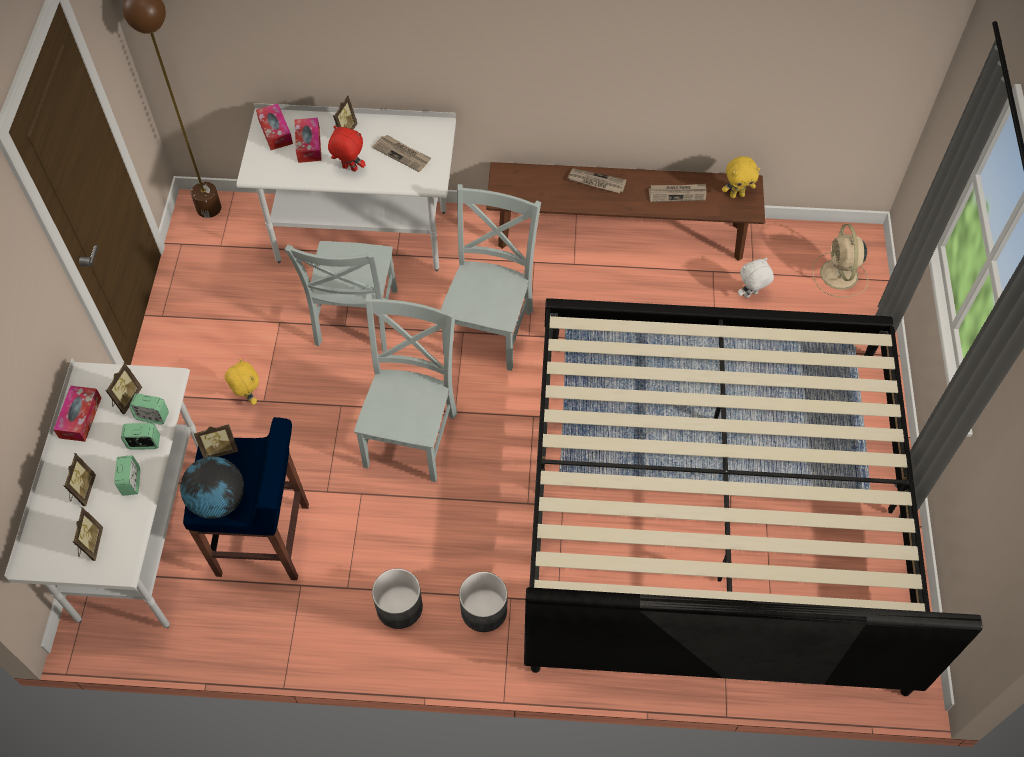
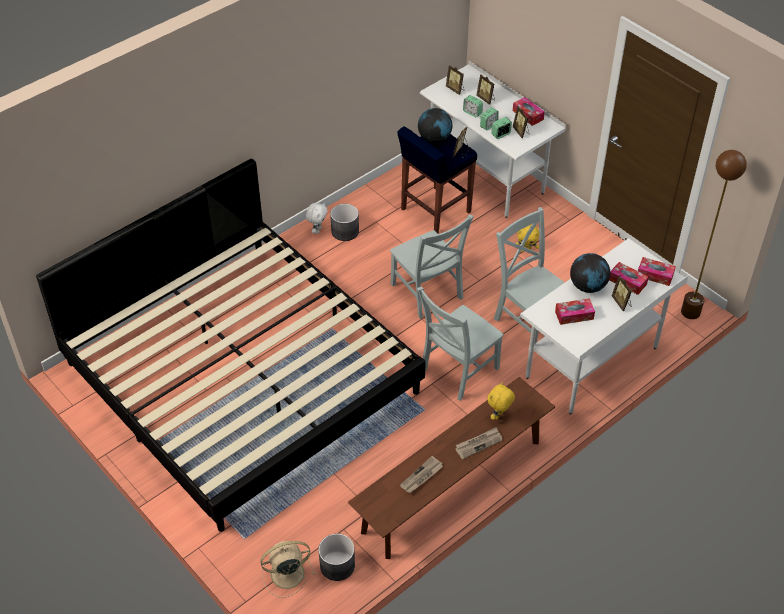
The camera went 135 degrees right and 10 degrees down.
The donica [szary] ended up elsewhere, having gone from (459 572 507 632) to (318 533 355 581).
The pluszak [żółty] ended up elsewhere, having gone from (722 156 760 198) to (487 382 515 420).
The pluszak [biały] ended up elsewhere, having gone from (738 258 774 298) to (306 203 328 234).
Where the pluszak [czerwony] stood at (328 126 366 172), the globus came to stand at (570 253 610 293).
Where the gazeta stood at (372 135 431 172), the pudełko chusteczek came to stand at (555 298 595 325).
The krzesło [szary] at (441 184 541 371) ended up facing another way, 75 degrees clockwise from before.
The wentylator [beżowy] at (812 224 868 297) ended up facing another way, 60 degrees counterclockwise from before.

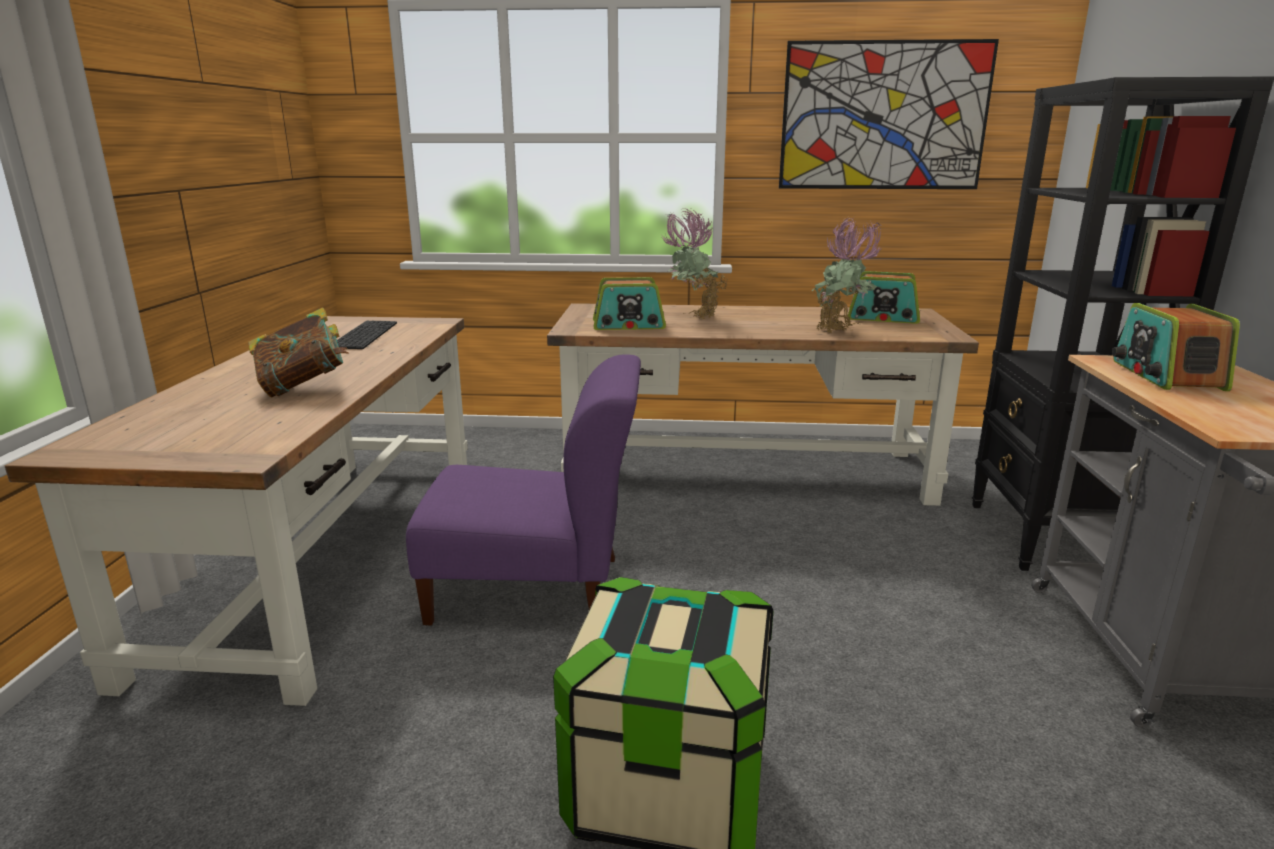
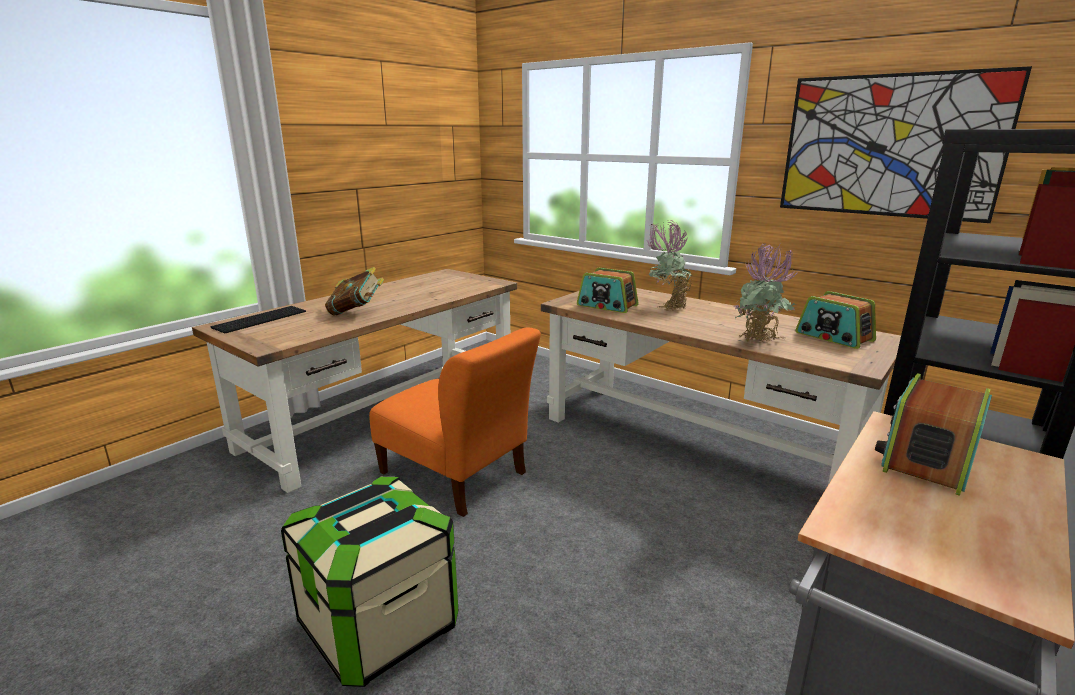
The camera went 35 degrees right and 0 degrees up.
The klawiatura ended up elsewhere, having gone from (337 321 397 349) to (211 306 306 333).
What was the krzesło [fioletowy] at (406 354 641 626) turned into the krzesło [pomarańczowy] at (369 328 541 517).

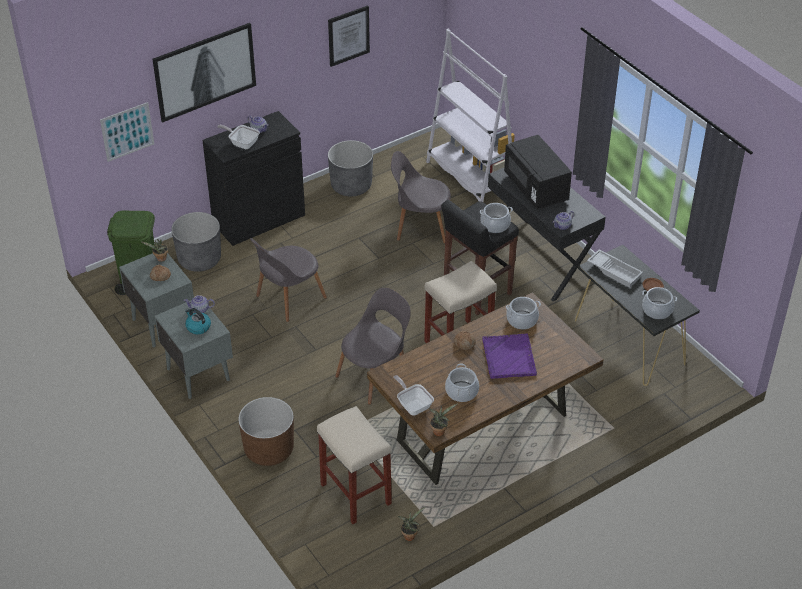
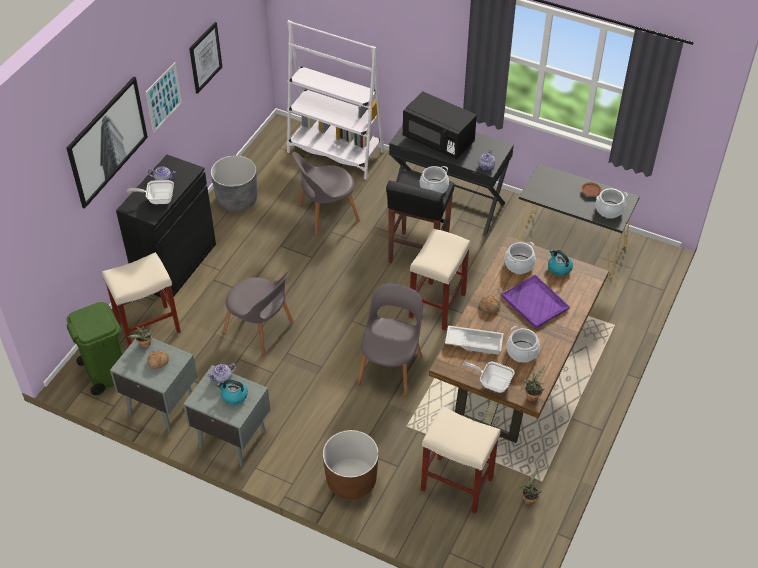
The camera went 30 degrees left and 5 degrees up.
The second view gained the czajnik at (548 249 573 276).
The obraz ended up elsewhere, having gone from (100 102 154 162) to (145 62 182 133).
The taca [biały] ended up elsewhere, having gone from (587 249 643 288) to (445 325 503 355).
Where the donica [szary] stood at (171 212 221 272), the stołek [beżowy] came to stand at (102 252 181 347).
The krzesło [szary] at (250 238 327 322) ended up facing another way, 75 degrees counterclockwise from before.

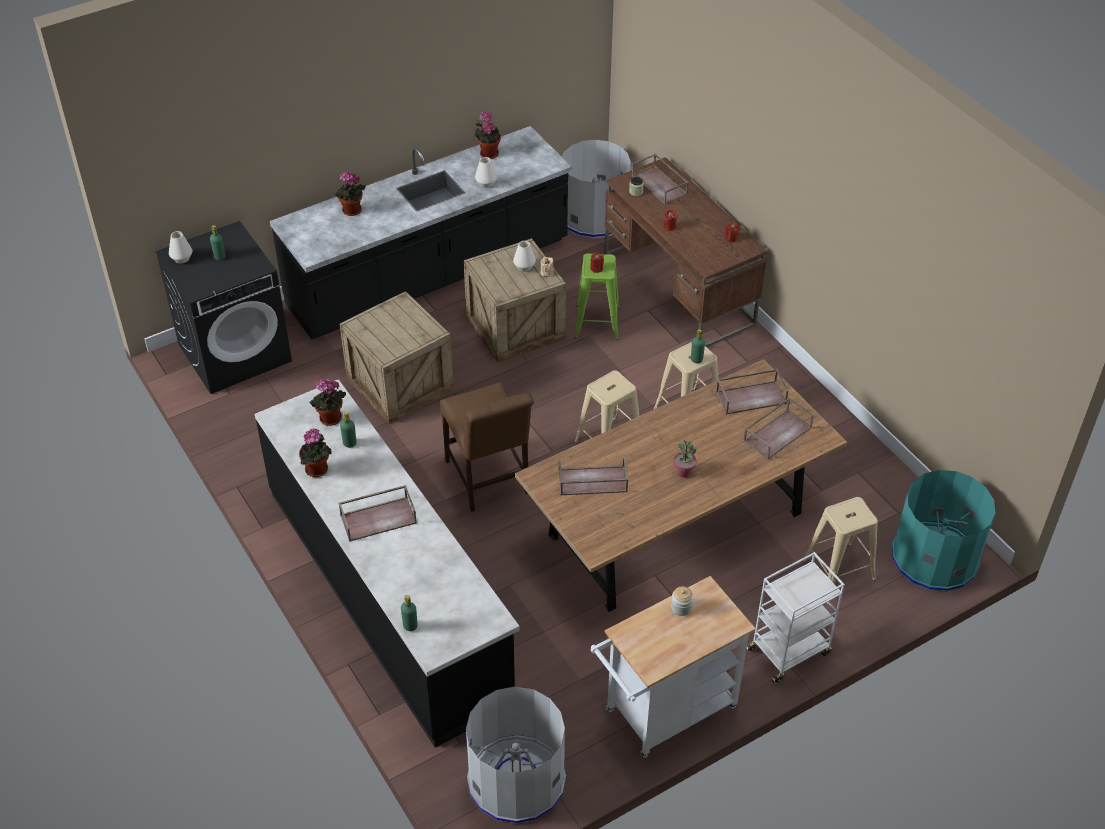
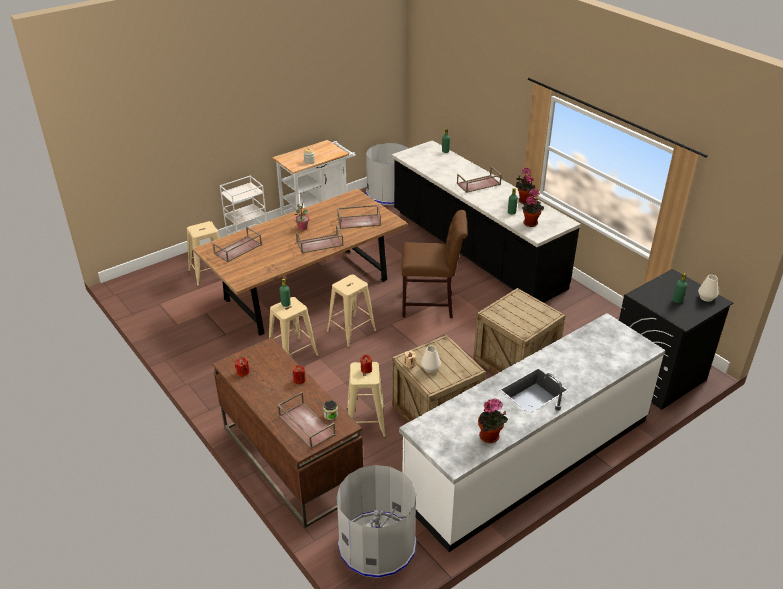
The camera went 175 degrees right and 10 degrees down.
The second view lost the roślina doniczkowa at (333 171 366 216).
The second view lost the wazon [biały] at (475 157 497 188).
The second view lost the kosz na śmieci [turkusowy] at (892 470 996 591).
The taca [brązowy] ended up elsewhere, having gone from (716 369 788 414) to (296 225 344 253).
What was the zabudowa kuchenna [czarny] at (270 126 572 339) turned into the zabudowa kuchenna [biały] at (399 313 665 552).
What was the stołek [zielony] at (574 253 620 340) turned into the stołek [beżowy] at (347 362 386 437).
The krzesło [brązowy] at (440 382 534 512) ended up facing another way, 120 degrees clockwise from before.

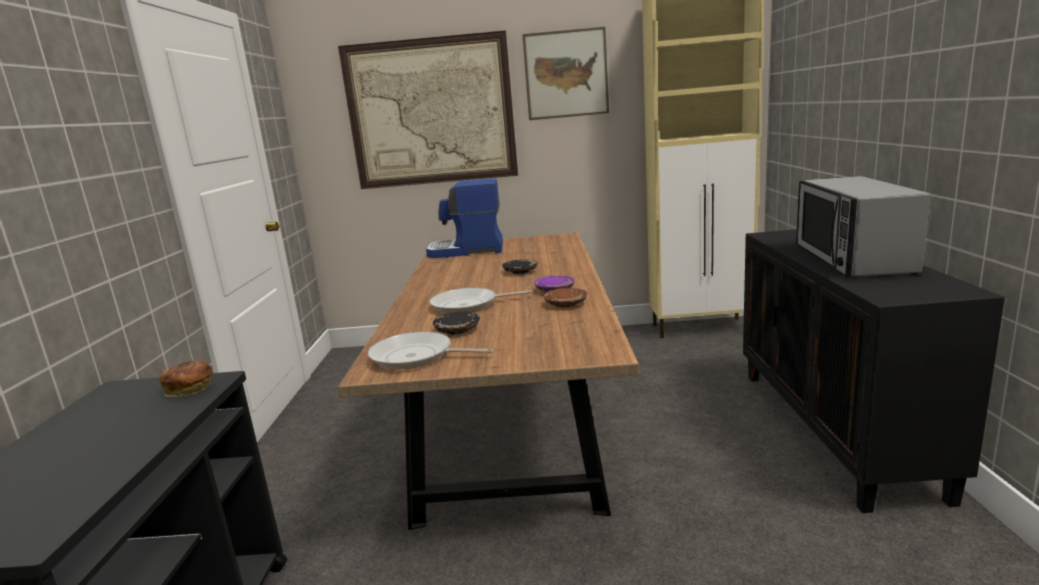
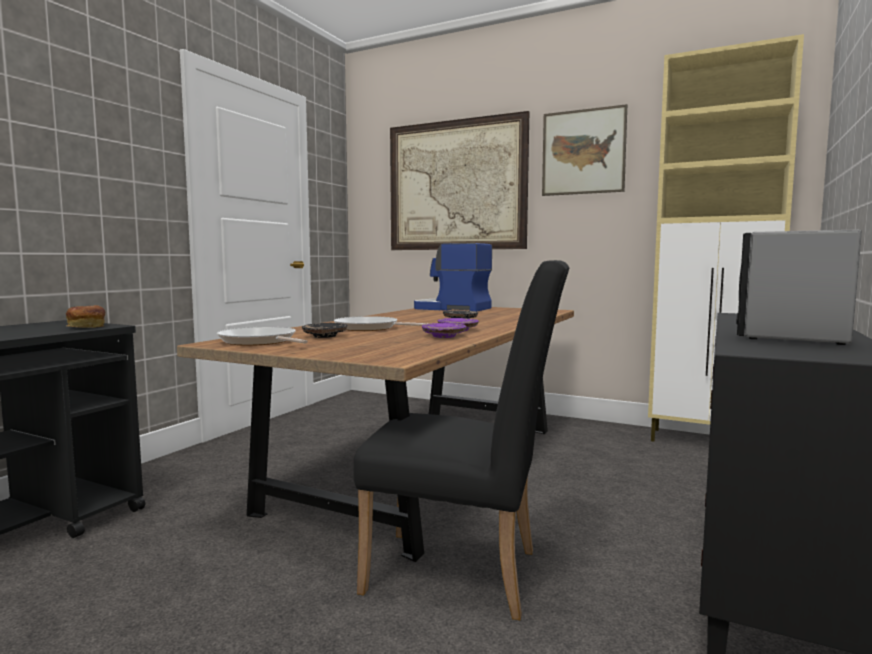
The camera went 25 degrees right and 10 degrees down.
The second view gained the krzesło [czarny] at (353 260 570 620).
What was the talerz [brązowy] at (544 288 587 308) turned into the talerz [fioletowy] at (422 323 467 338).

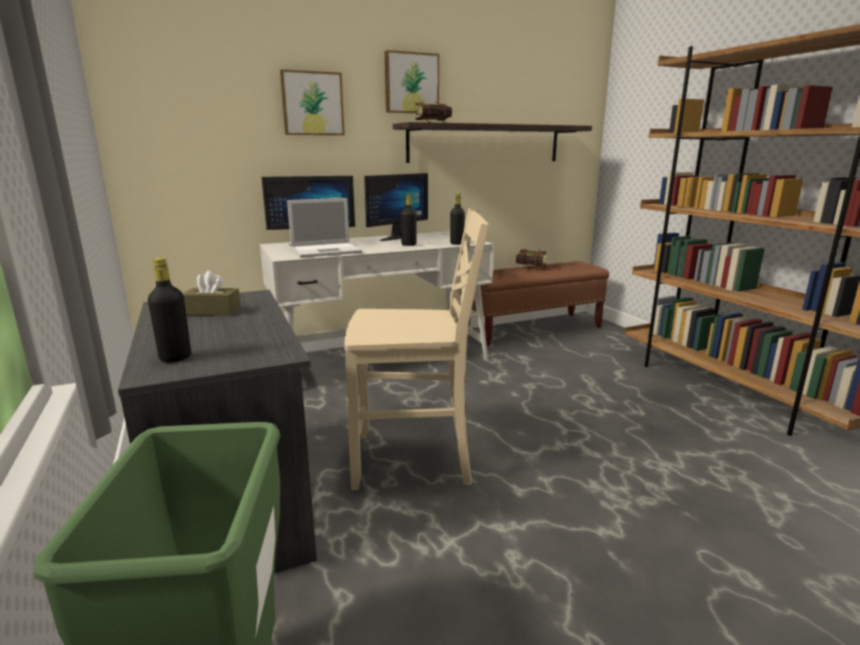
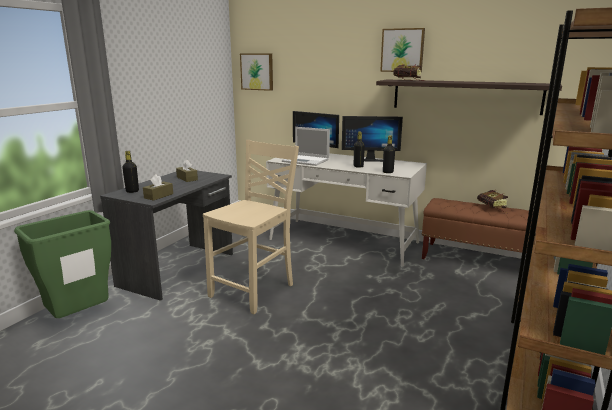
The camera went 50 degrees right and 0 degrees up.
The second view gained the pudełko chusteczek [brązowy] at (143 174 173 201).
The obraz ended up elsewhere, having gone from (280 69 345 135) to (240 53 273 91).
The krzesło [beżowy] at (345 208 489 490) ended up facing another way, 105 degrees counterclockwise from before.

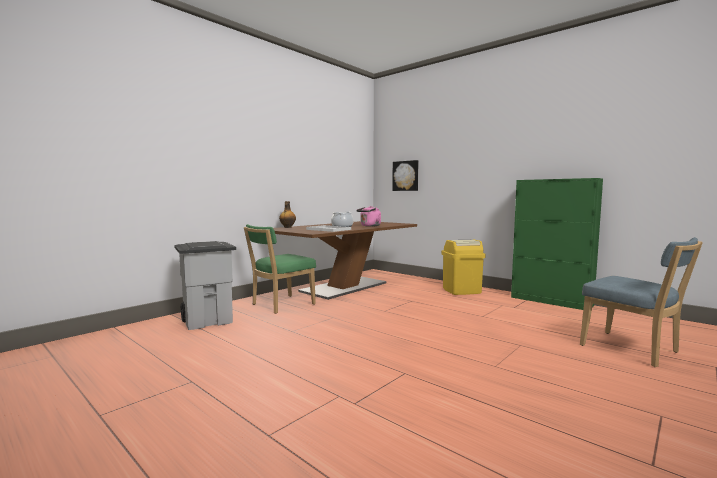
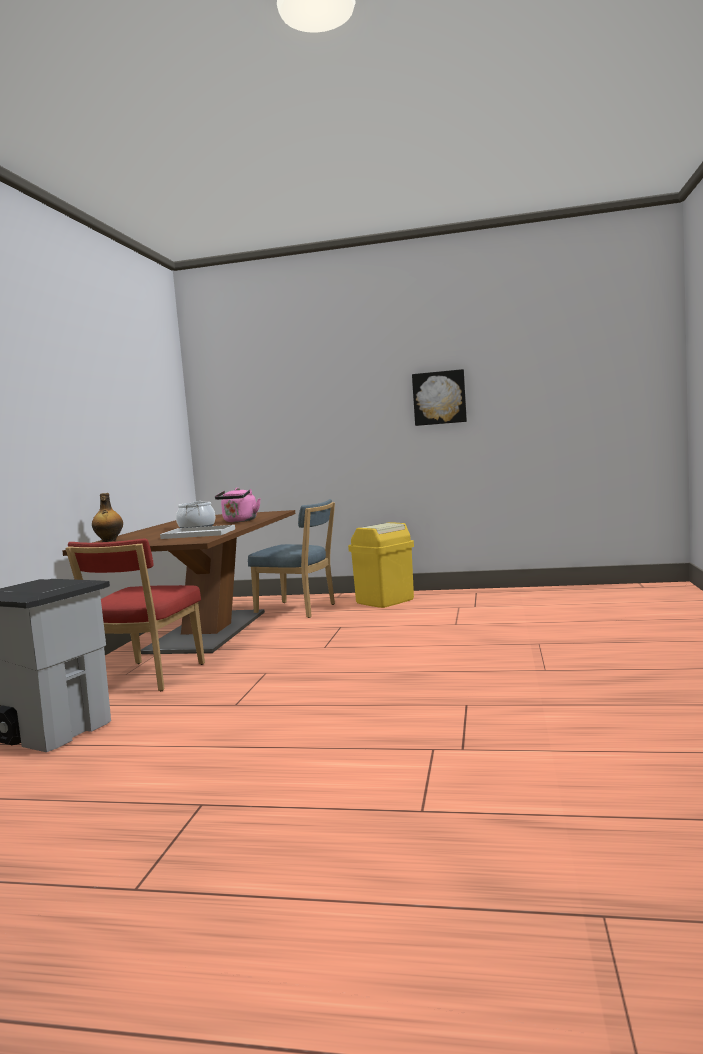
The camera went 30 degrees left and 0 degrees up.
The second view lost the szafka [zielony] at (511 178 603 310).
The obraz ended up elsewhere, having gone from (392 160 419 191) to (412 369 467 426).
The krzesło [niebieski] ended up elsewhere, having gone from (580 237 703 367) to (248 499 335 618).
What was the krzesło [zielony] at (244 224 316 314) turned into the krzesło [czerwony] at (65 539 205 691).

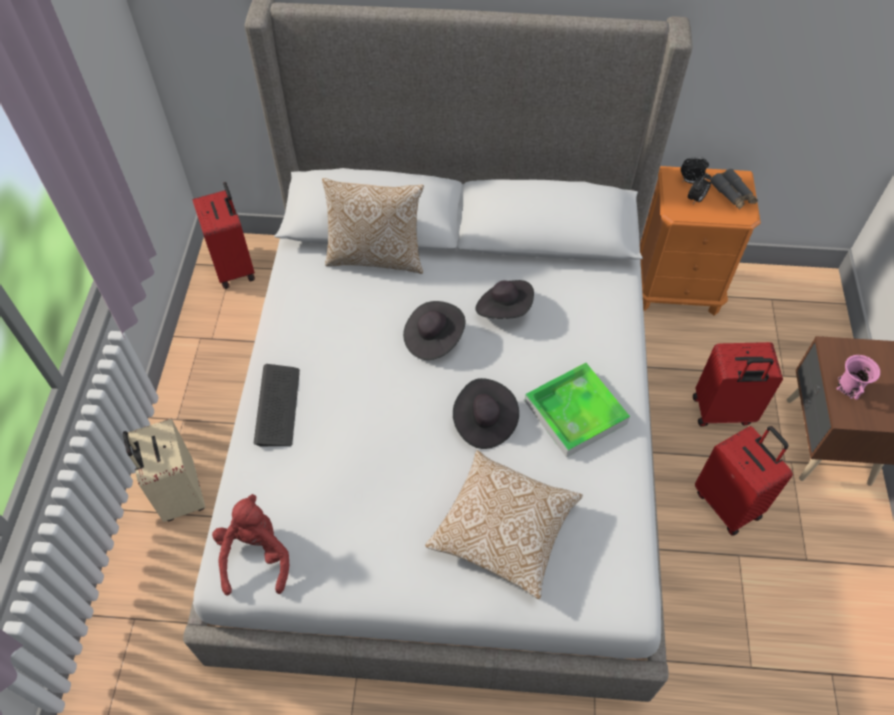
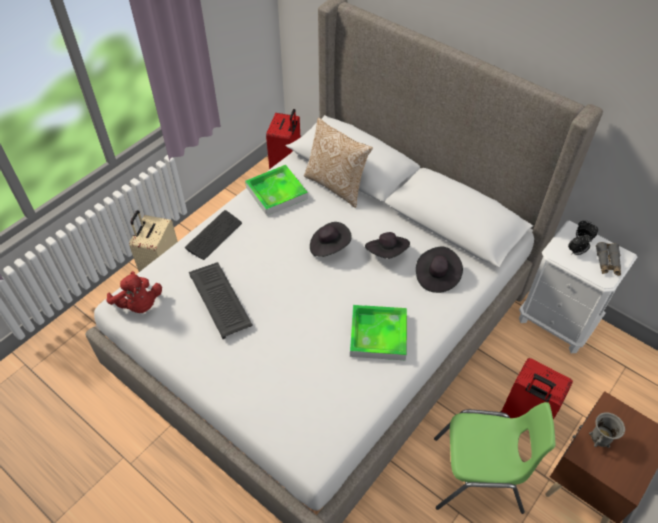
The camera went 35 degrees right and 5 degrees down.
The second view lost the poduszka at (425 451 583 599).
The second view gained the klawiatura at (189 262 253 339).
The second view gained the taca at (245 165 308 216).
The kapelusz [czarny] ended up elsewhere, having gone from (453 378 519 449) to (416 246 463 293).
Where the walizka [czerwony] stood at (695 426 793 536), the krzesło [zielony] came to stand at (434 402 555 514).
What was the szafka nocna [pomarańczowy] at (640 166 761 316) turned into the szafka nocna [biały] at (519 220 637 353).
What was the kubek [różowy] at (837 355 880 400) turned into the kubek [szary] at (589 412 625 448).
The pluszak [czerwony] at (212 494 289 596) ended up facing another way, 105 degrees clockwise from before.

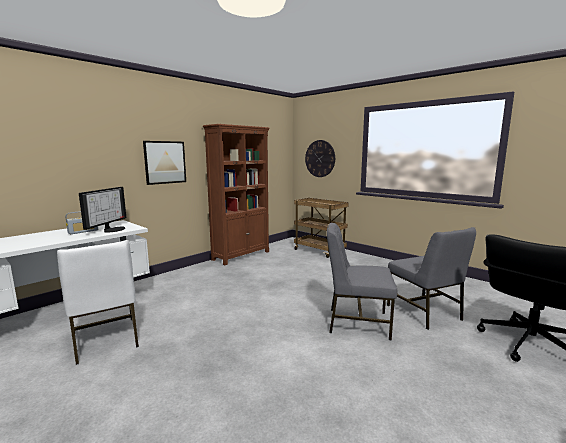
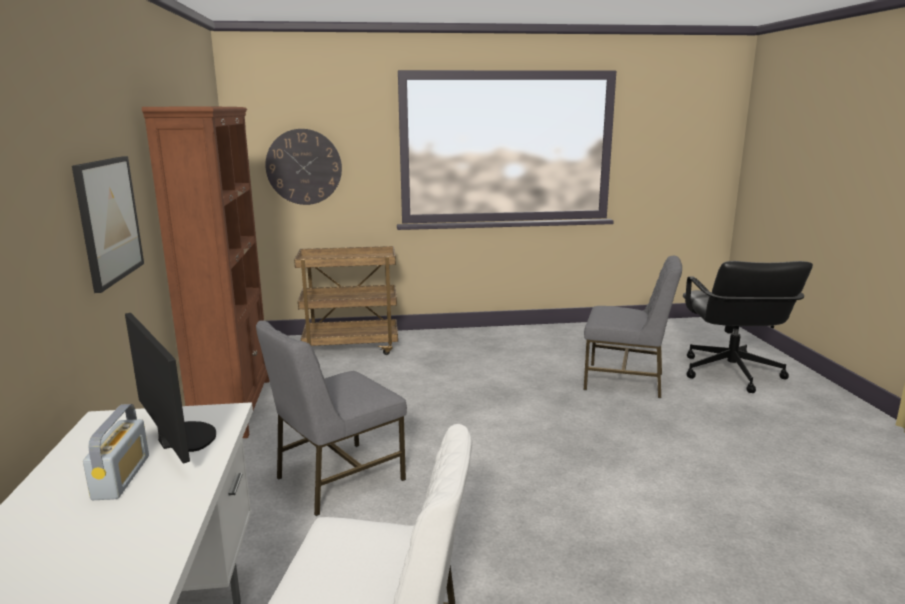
The camera went 50 degrees left and 5 degrees up.
The krzesło [szary] ended up elsewhere, having gone from (327 223 398 341) to (256 320 407 516).

